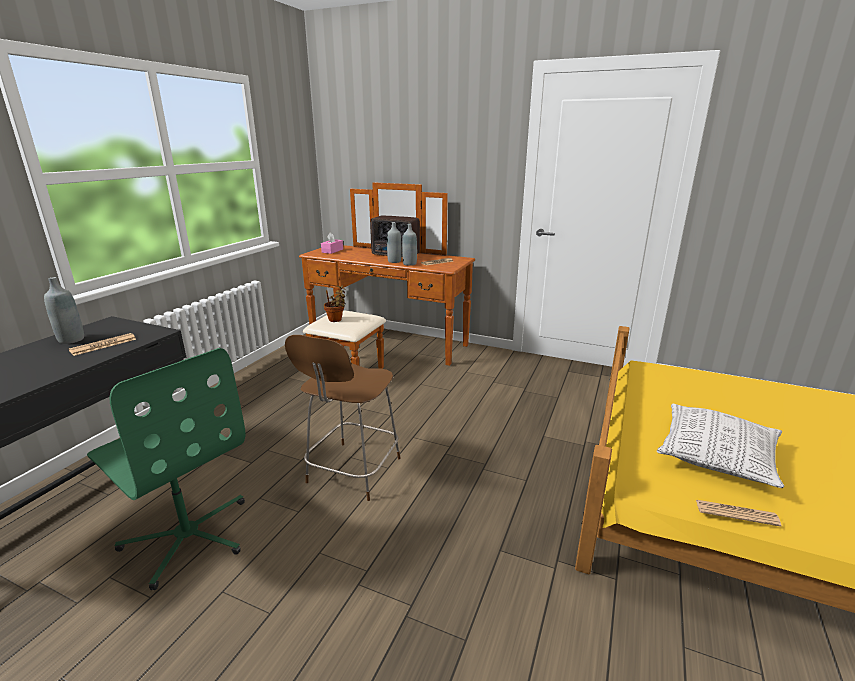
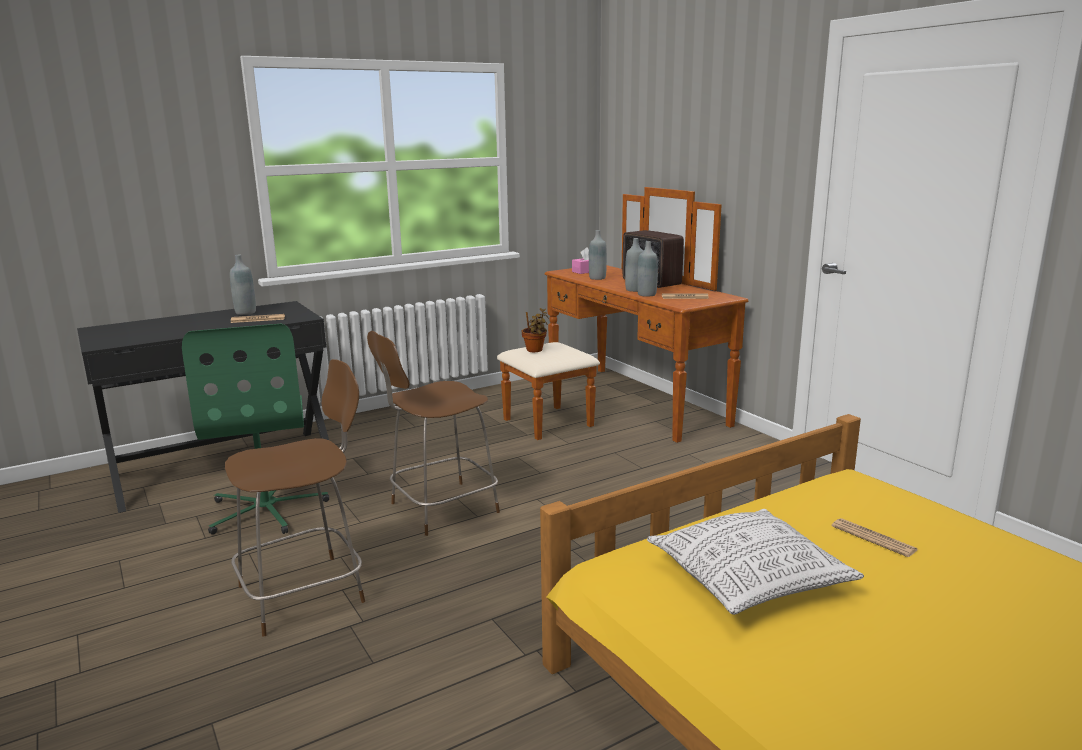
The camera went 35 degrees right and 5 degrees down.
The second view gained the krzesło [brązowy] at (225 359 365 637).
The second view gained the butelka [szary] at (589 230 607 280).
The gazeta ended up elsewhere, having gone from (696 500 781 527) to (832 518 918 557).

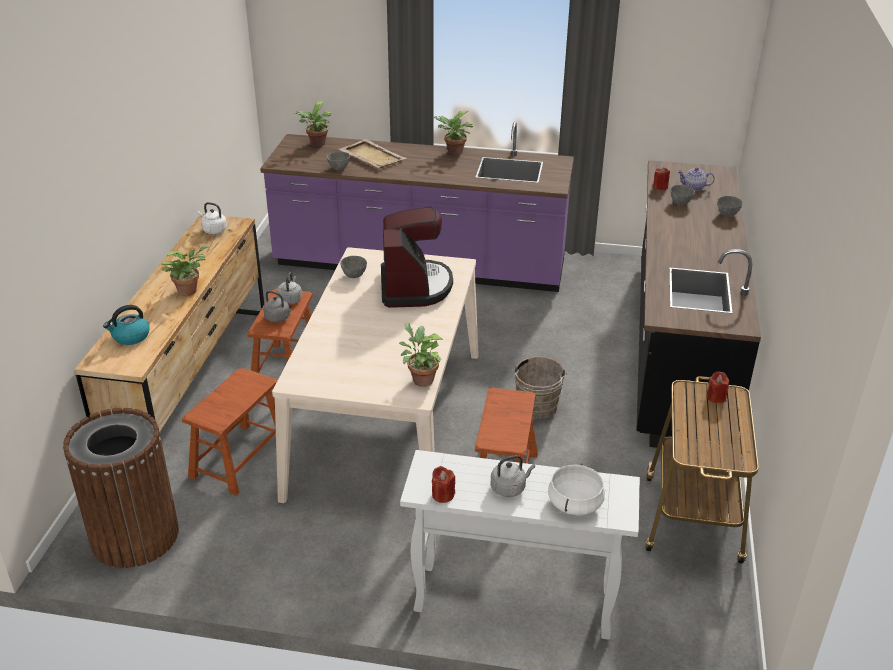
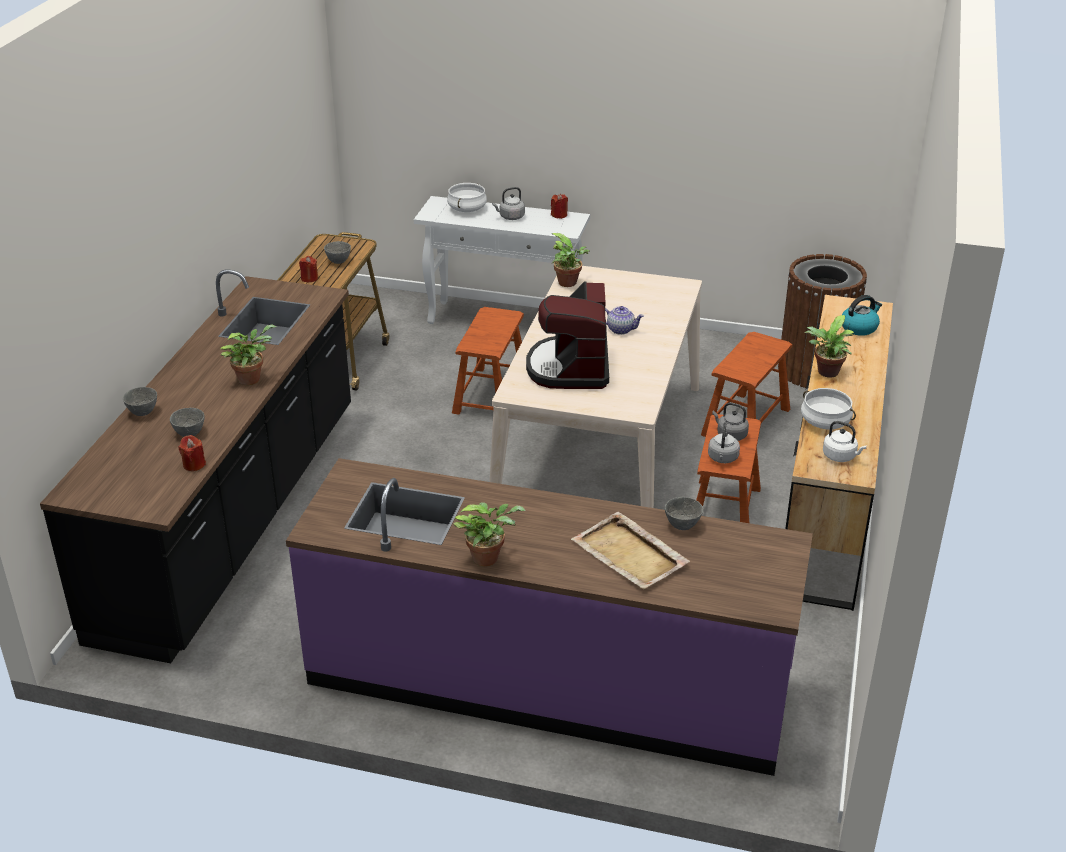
The camera went 175 degrees left and 0 degrees up.
The second view lost the wiadro [brązowy] at (511 356 567 420).
The second view gained the garnek [biały] at (801 388 856 429).
The roślina doniczkowa ended up elsewhere, having gone from (295 101 331 147) to (220 325 276 385).
The miska [szary] ended up elsewhere, having gone from (340 256 367 278) to (324 241 351 264).
The imbryk ended up elsewhere, having gone from (678 167 715 191) to (605 306 644 335).

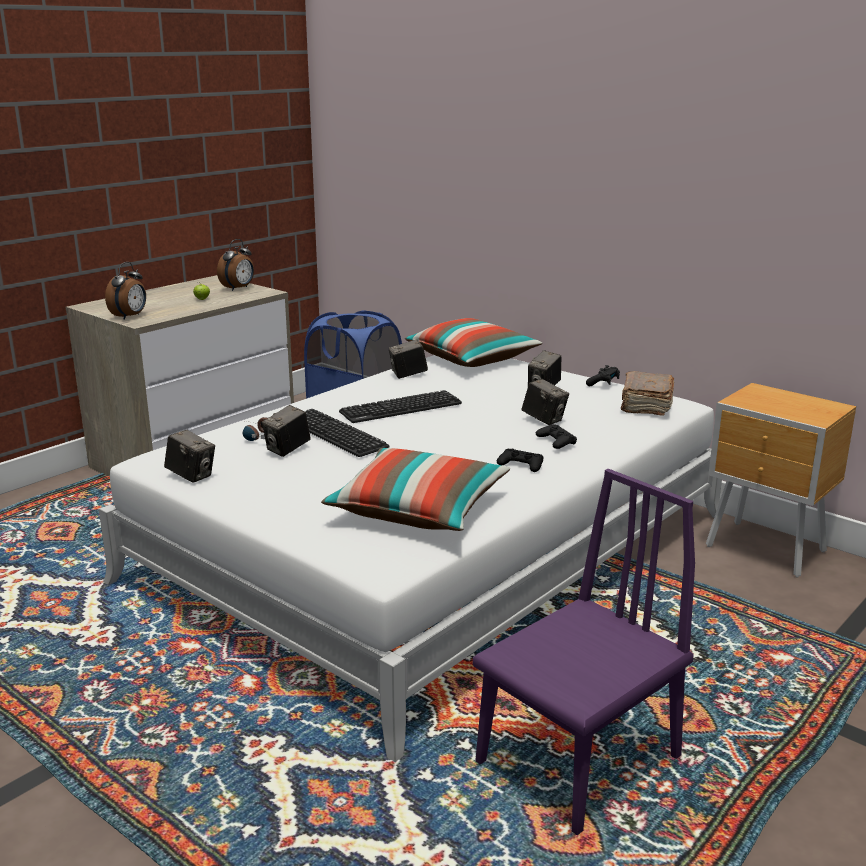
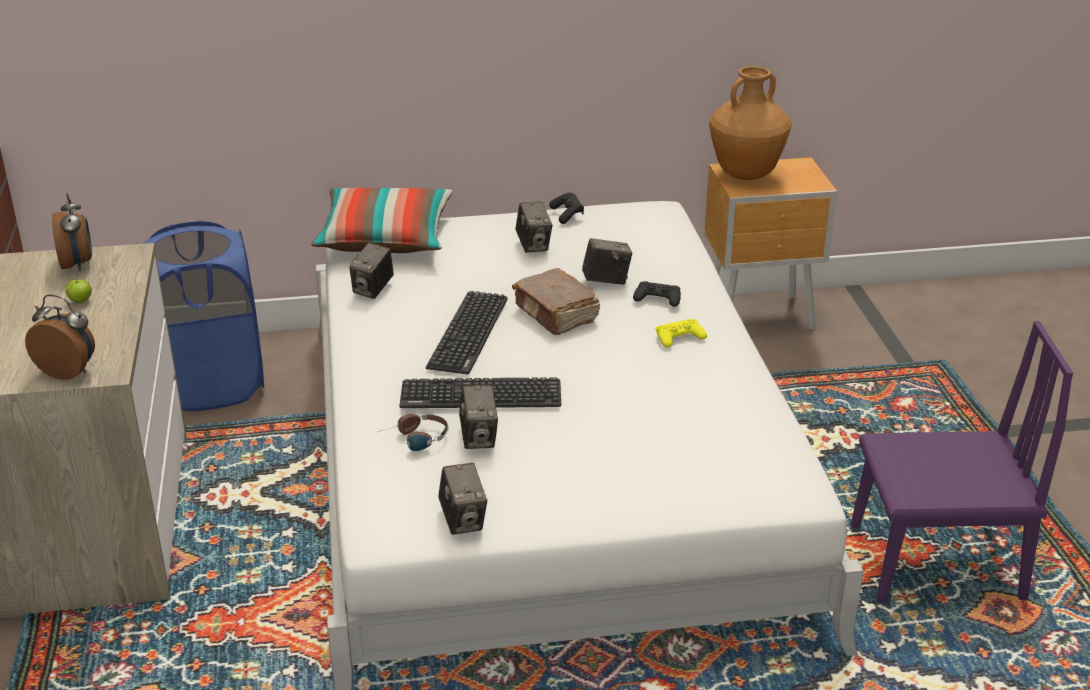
The camera went 50 degrees left and 10 degrees up.
The second view lost the poduszka at (321 448 510 531).
The second view gained the wazon [brązowy] at (709 66 792 180).
The książka [brązowy] ended up elsewhere, having gone from (621 371 674 416) to (512 268 600 335).
What was the pad do gier [czarny] at (497 449 543 472) turned into the pad do gier [żółty] at (656 319 707 348).
The budzik at (105 262 146 320) ended up facing another way, 45 degrees counterclockwise from before.
The aparat fotograficzny at (164 430 215 483) ended up facing another way, 90 degrees clockwise from before.
The krzesło [fioletowy] at (473 469 695 835) ended up facing another way, 90 degrees clockwise from before.

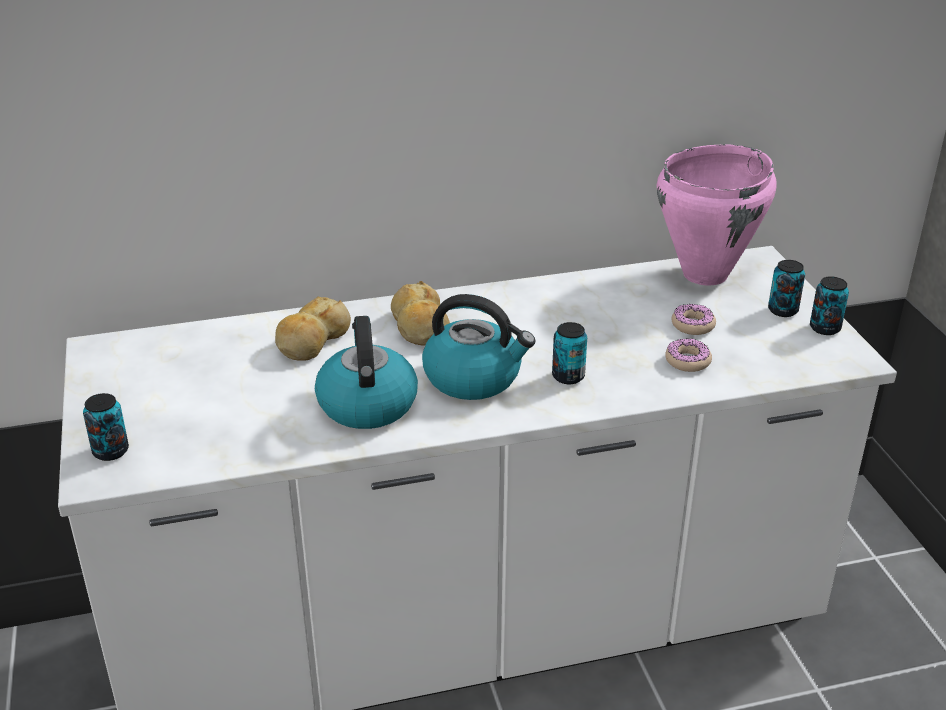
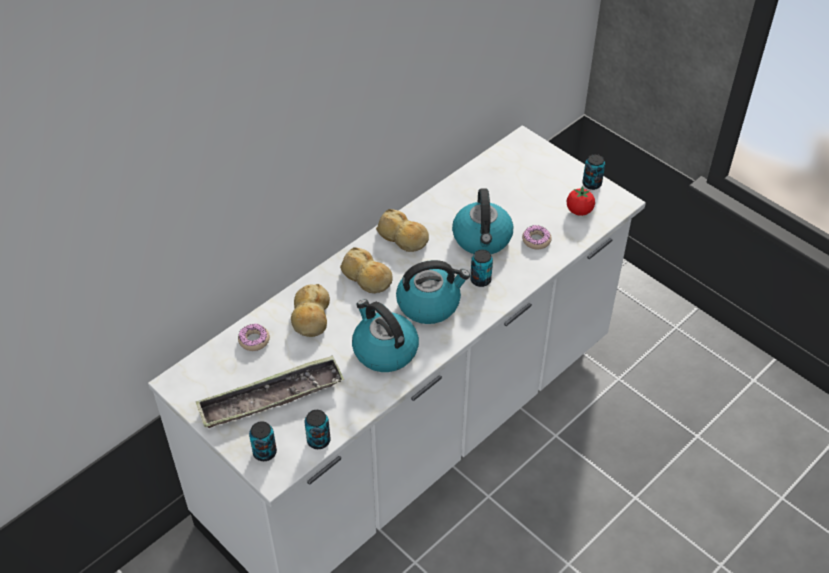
The camera went 30 degrees left and 15 degrees up.
The second view lost the garnek [różowy] at (657 144 777 285).
The second view gained the taca at (195 355 344 428).
The second view gained the chleb at (376 209 429 252).
The second view gained the czajnik at (452 188 513 254).
The second view gained the pomidor at (567 186 595 216).
The donut ended up elsewhere, having gone from (672 304 716 335) to (238 324 270 351).
The puszka ended up elsewhere, having gone from (768 260 805 317) to (304 410 331 449).

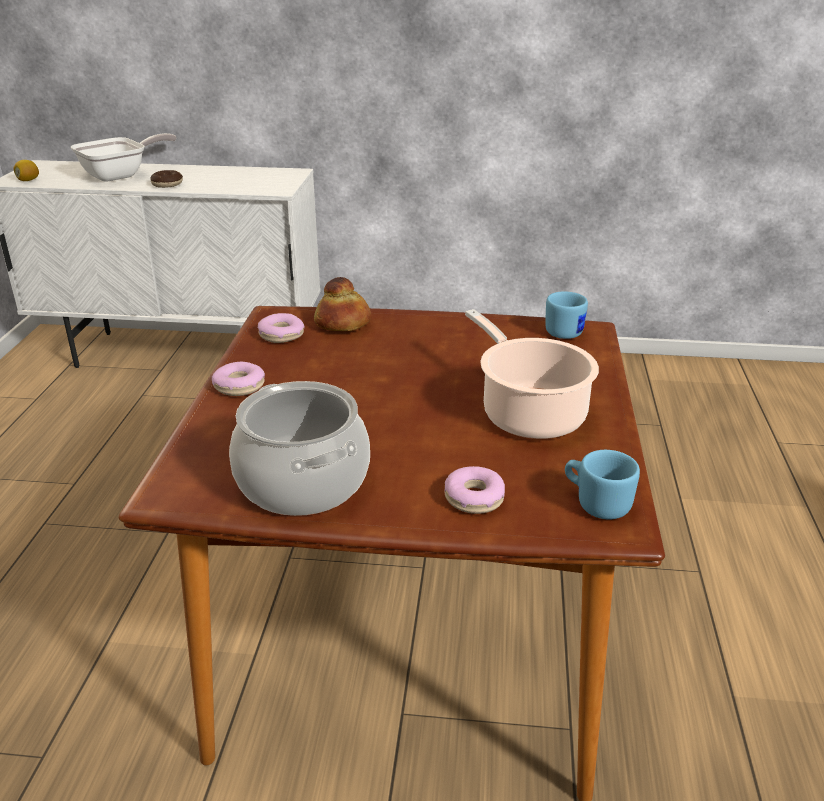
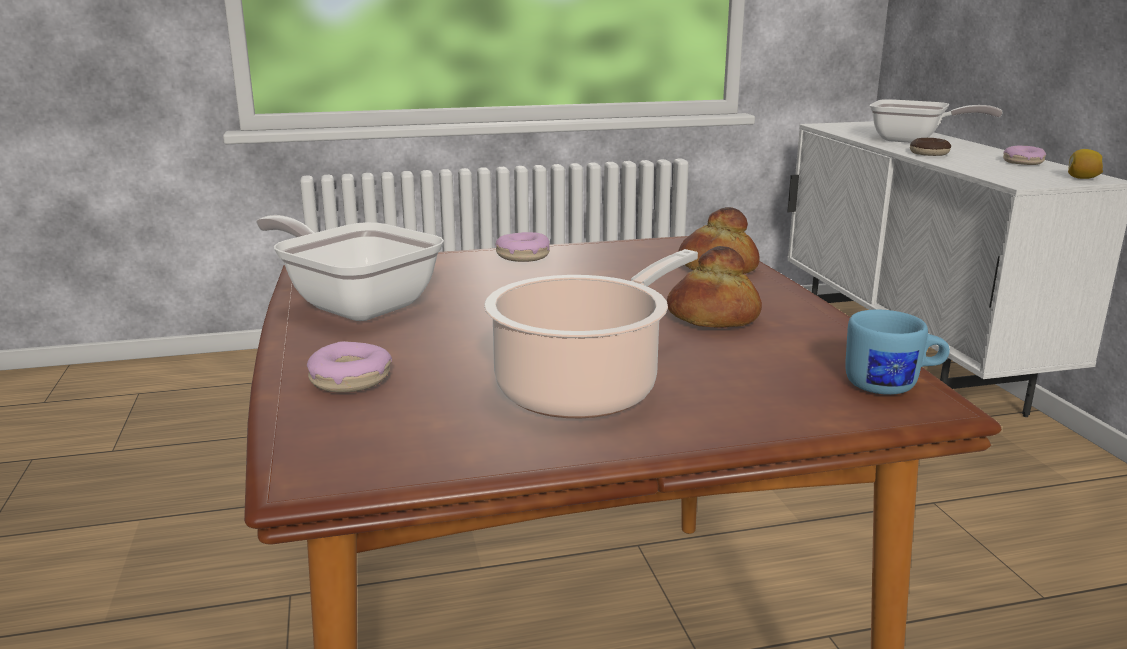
The camera went 70 degrees right and 10 degrees down.
The second view lost the kubek [niebieski] at (565 450 640 519).
The second view gained the chleb at (667 246 762 328).
The cytryna ended up elsewhere, having gone from (13 160 39 181) to (1068 149 1103 179).
The donut ended up elsewhere, having gone from (258 313 305 343) to (1003 146 1046 165).
Where the garnek stood at (229 381 370 516), the patelnia came to stand at (256 215 444 321).

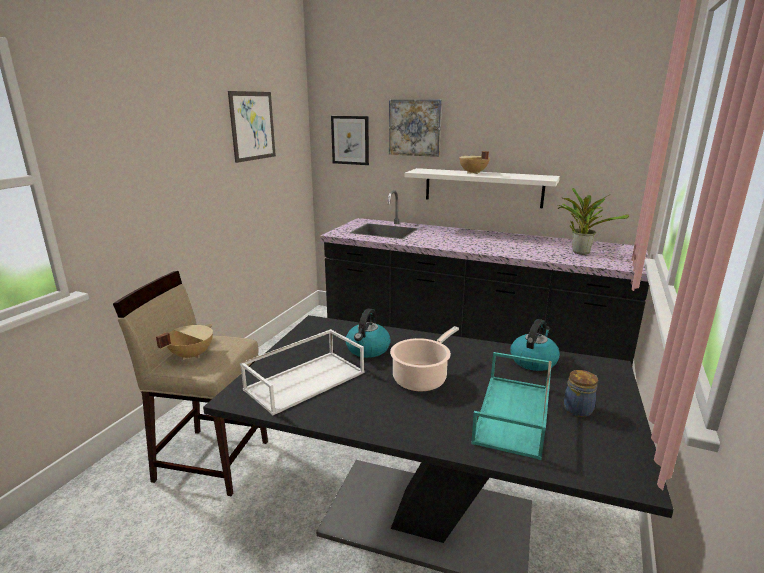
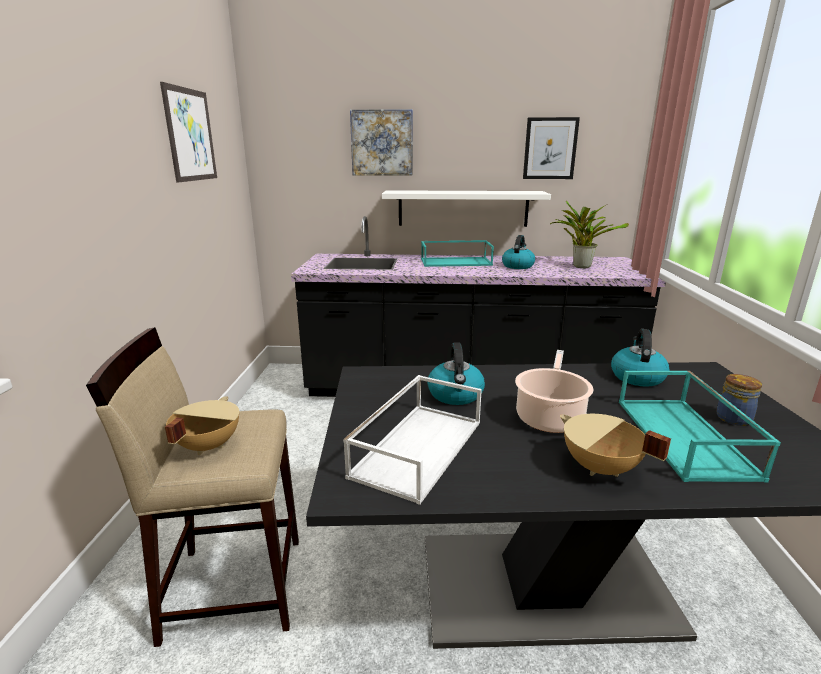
The camera went 20 degrees left and 0 degrees up.
The second view gained the taca [turkusowy] at (421 240 494 267).
The second view gained the czajnik at (502 235 535 269).
The obraz ended up elsewhere, having gone from (331 116 369 165) to (523 117 580 179).
The garnek [beżowy] ended up elsewhere, having gone from (459 151 490 174) to (560 414 671 477).

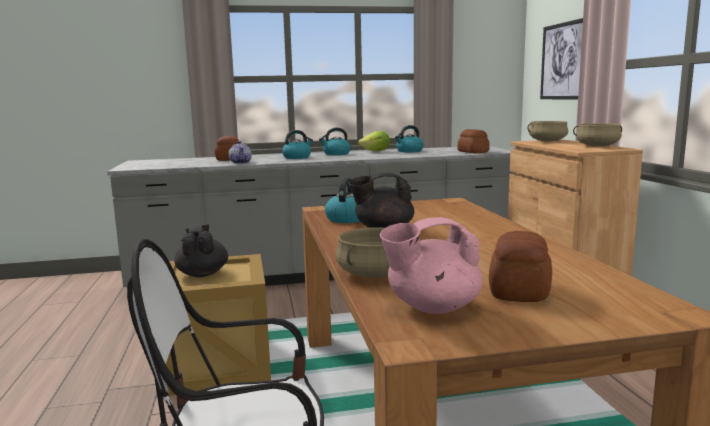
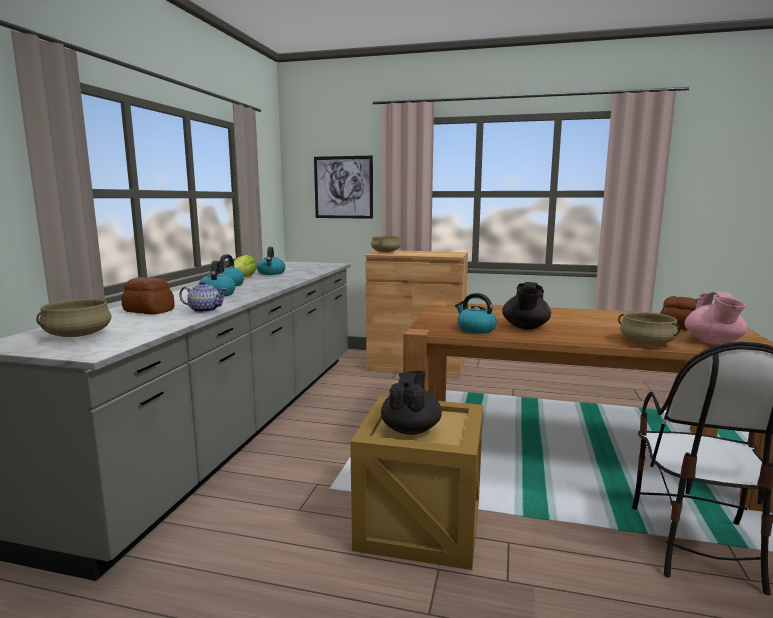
The camera went 65 degrees left and 0 degrees up.
The second view lost the chleb at (458 129 490 153).
The garnek [beżowy] ended up elsewhere, having gone from (573 123 622 147) to (36 299 112 337).
The imbryk [czarny] at (174 224 228 277) ended up facing another way, 90 degrees clockwise from before.

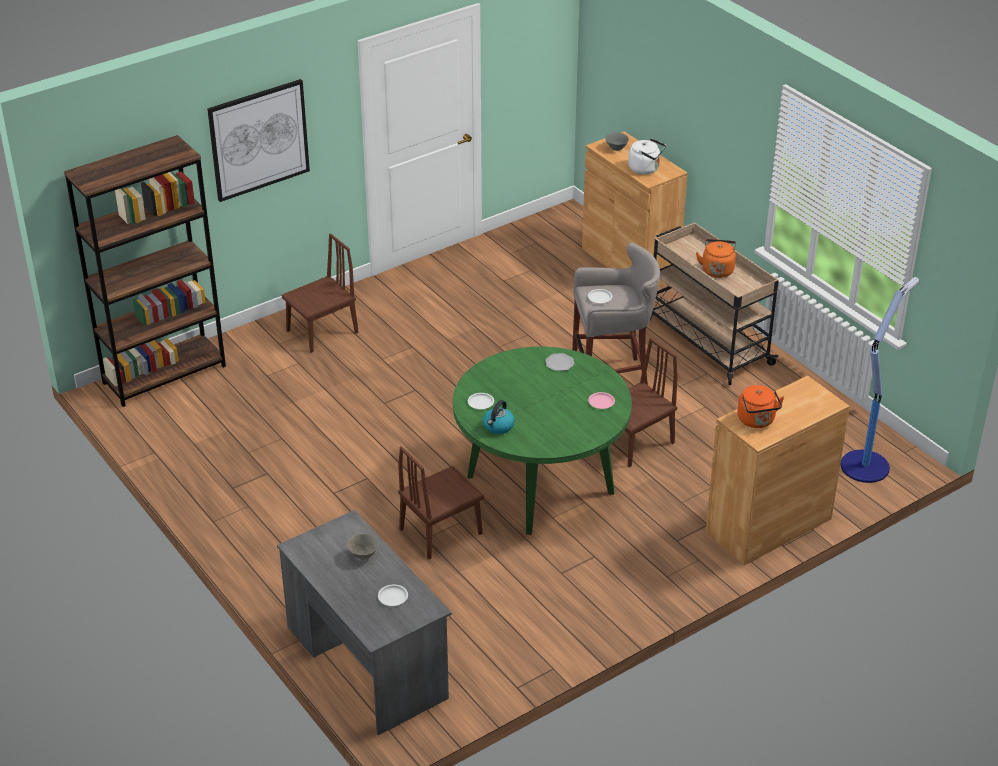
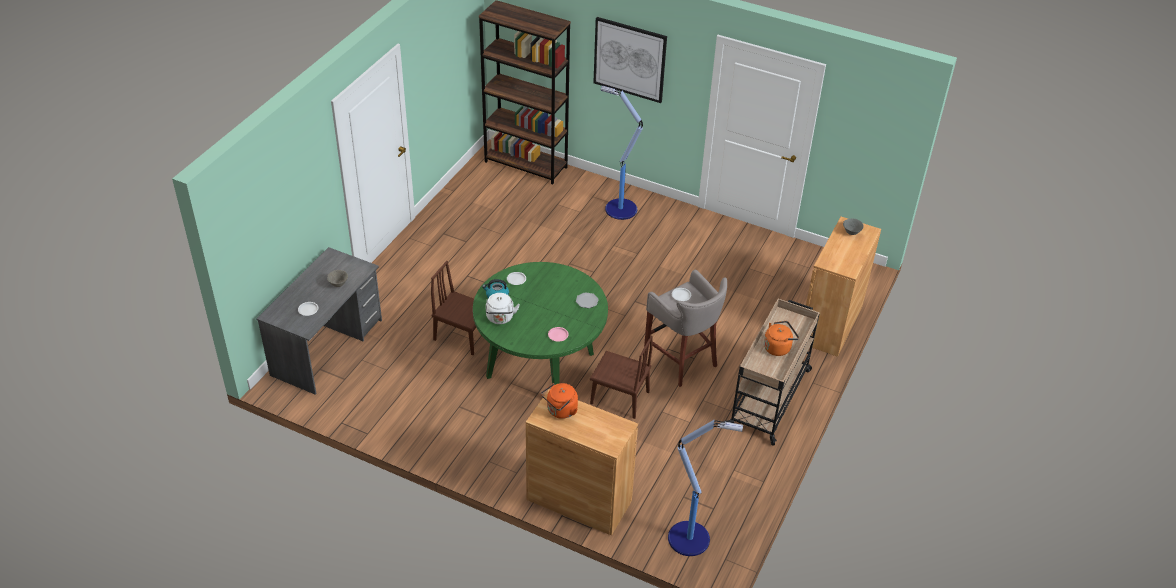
The camera went 60 degrees right and 5 degrees up.
The czajnik [biały] ended up elsewhere, having gone from (628 138 666 175) to (486 293 520 324).
Where the krzesło [brązowy] stood at (282 233 359 353), the lampa stojąca came to stand at (601 86 643 220).

